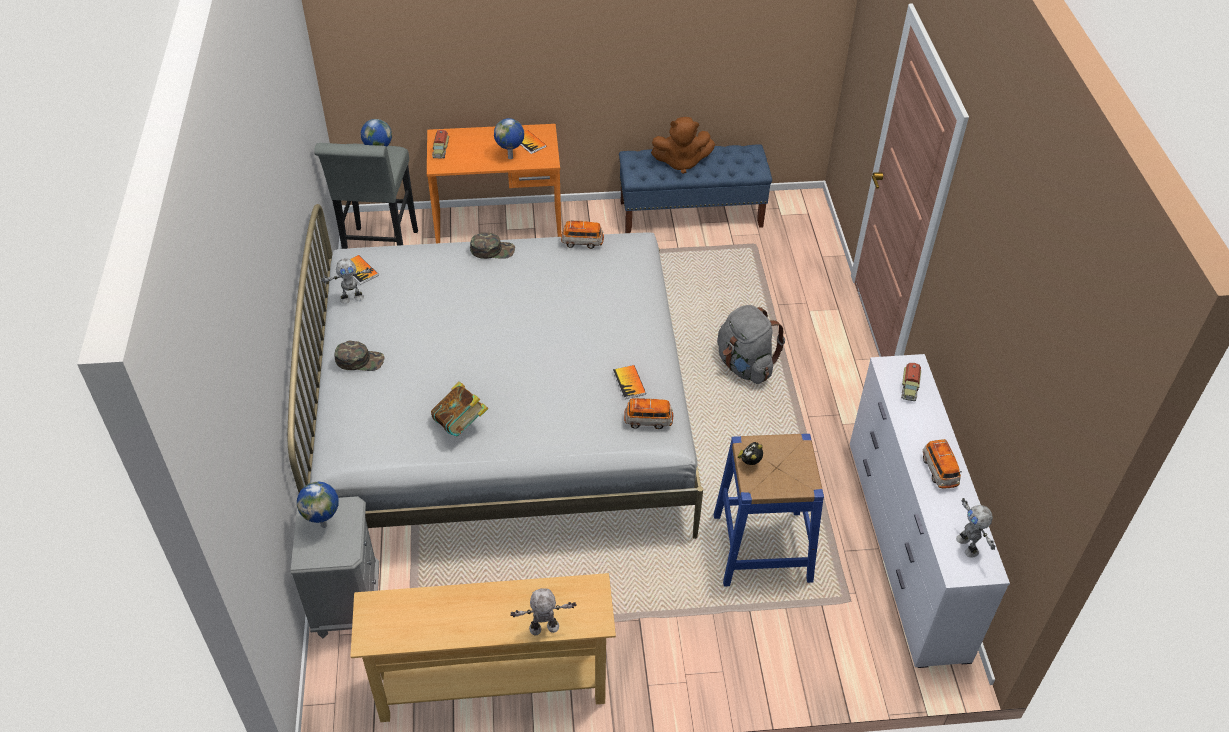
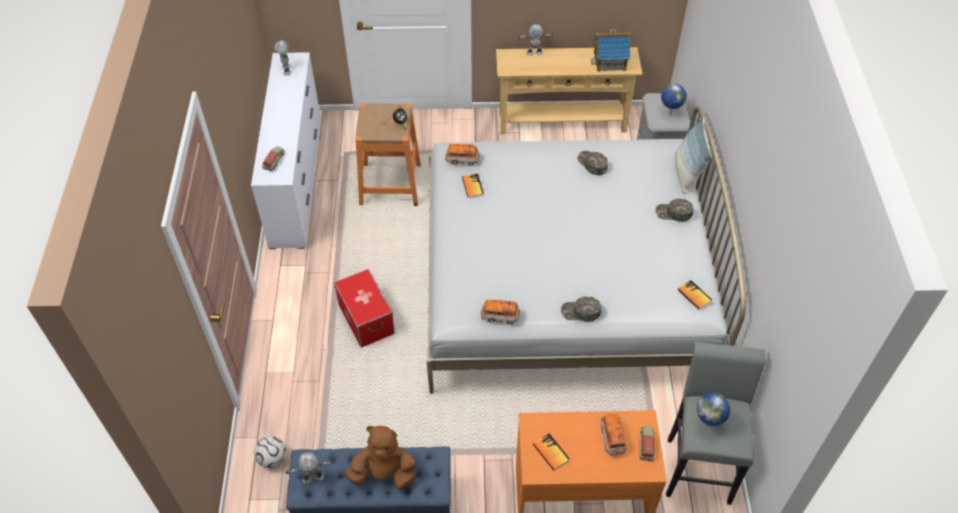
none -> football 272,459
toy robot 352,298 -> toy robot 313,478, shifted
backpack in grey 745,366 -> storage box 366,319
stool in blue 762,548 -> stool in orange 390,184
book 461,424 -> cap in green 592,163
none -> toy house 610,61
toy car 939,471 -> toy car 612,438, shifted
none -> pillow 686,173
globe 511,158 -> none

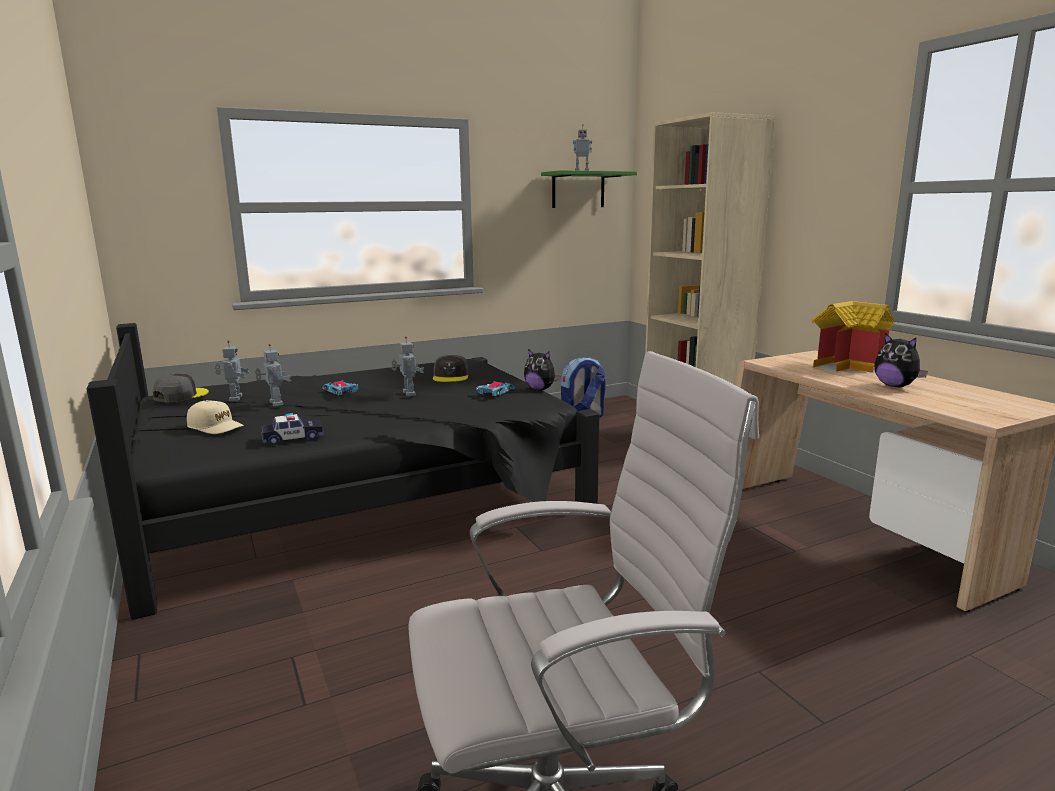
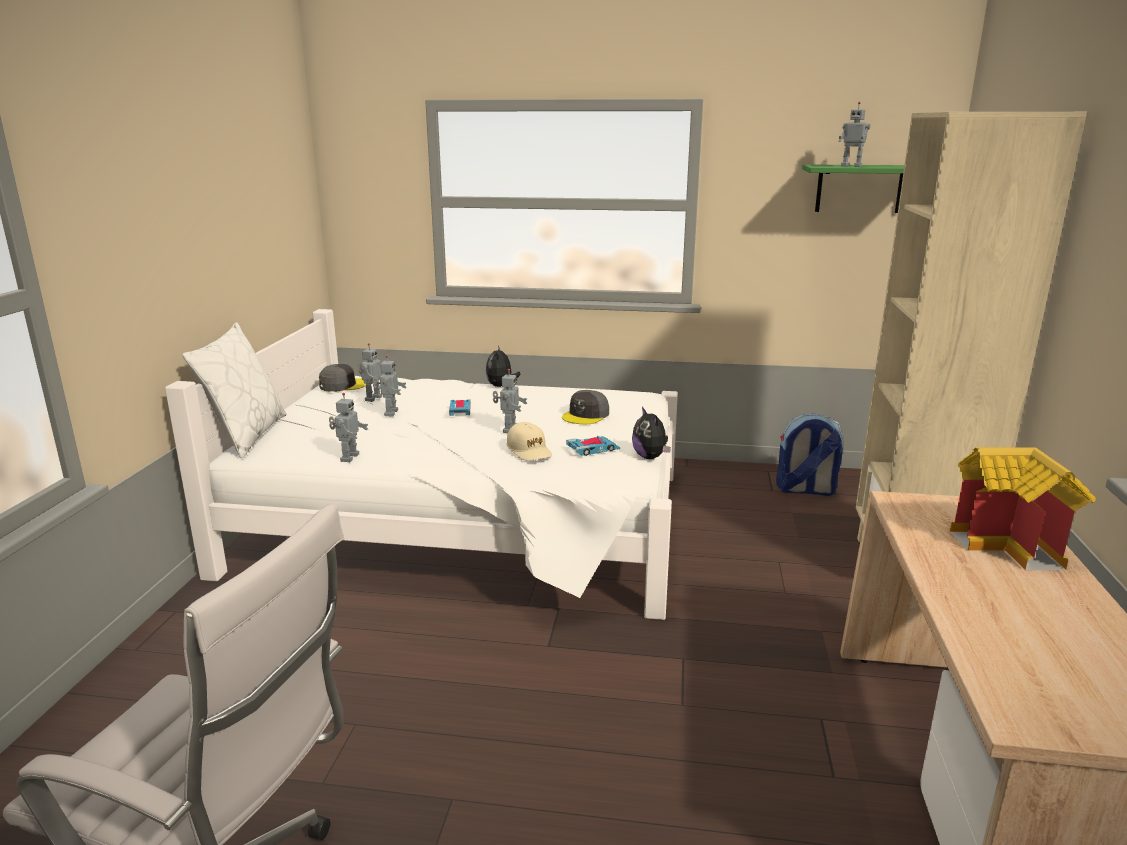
bed in black 363,497 -> bed in white 469,522
none -> pillow in white 246,435
toy car 293,438 -> toy robot 348,457
plush toy 895,386 -> plush toy 501,386, shifted
cap in beige 215,427 -> cap in beige 529,450, shifted

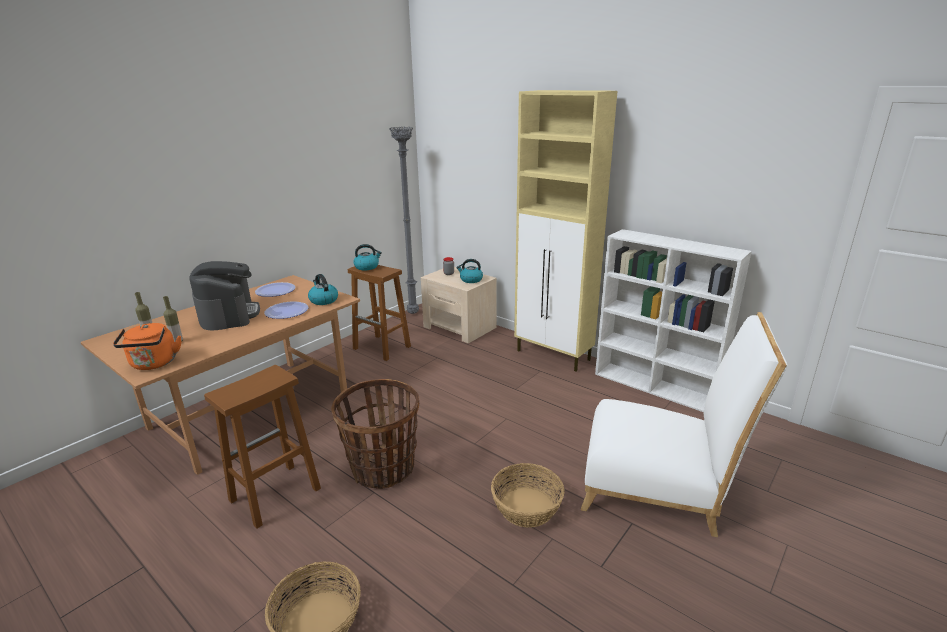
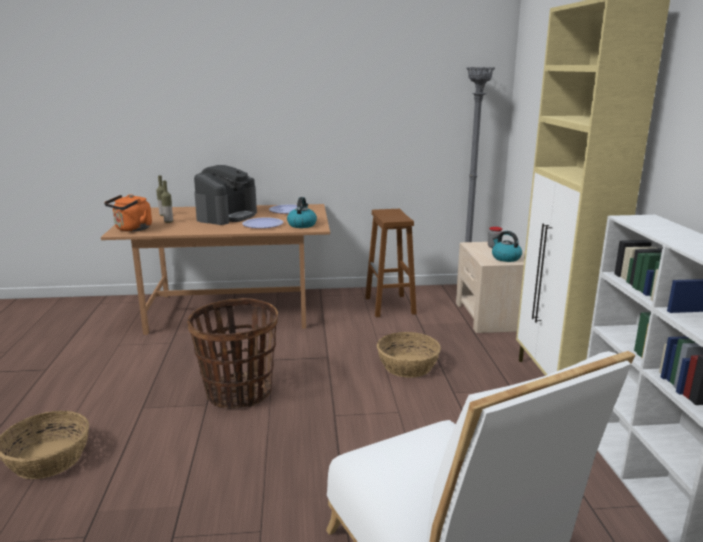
basket 527,507 -> basket 408,366, shifted
stool in brown 274,495 -> none
kettle 367,267 -> none

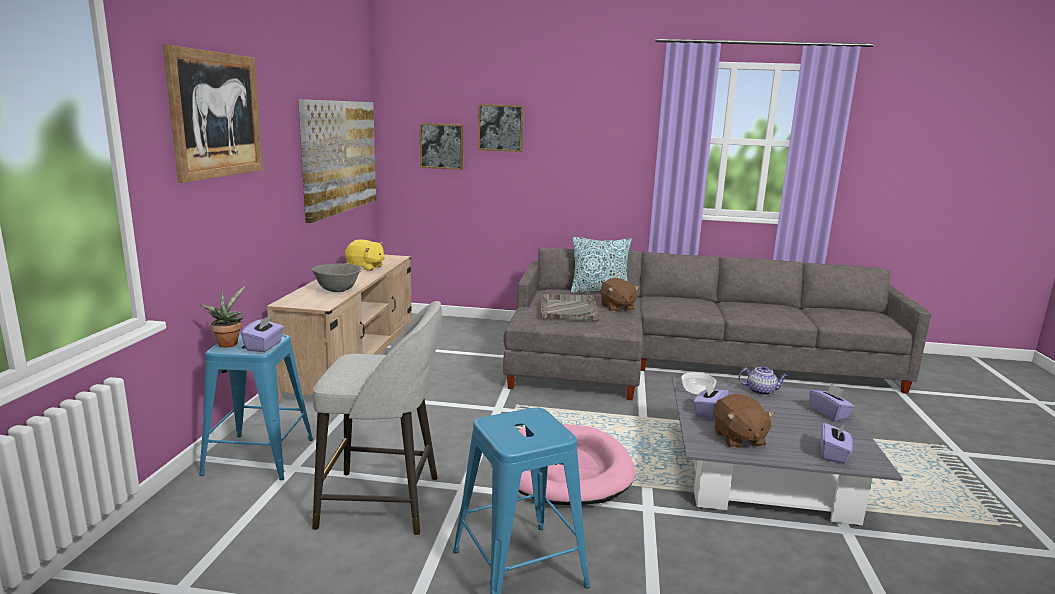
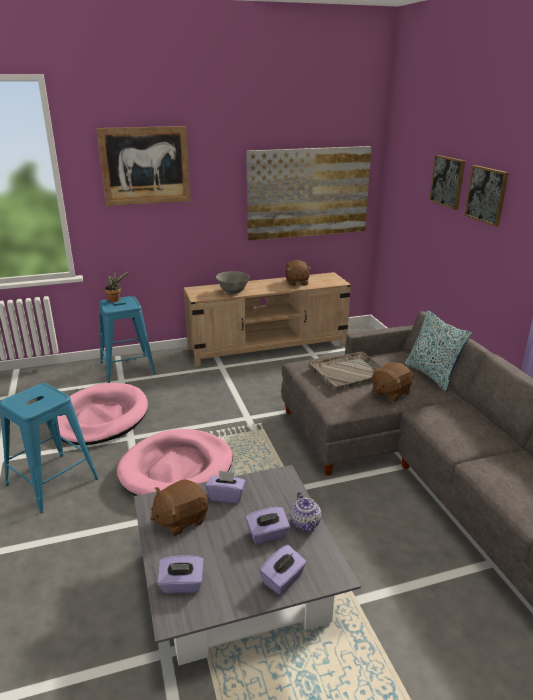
stool in grey 384,502 -> dog bed in pink 100,418
tissue box in purple 264,346 -> tissue box in purple 267,535, shifted
plush toy in yellow 365,267 -> plush toy in brown 296,282
picture 441,146 -> picture 486,195, shifted
bowl 697,391 -> none

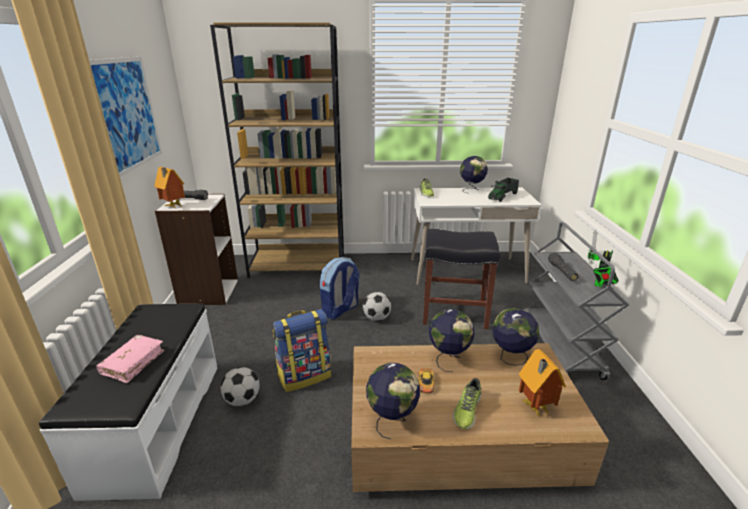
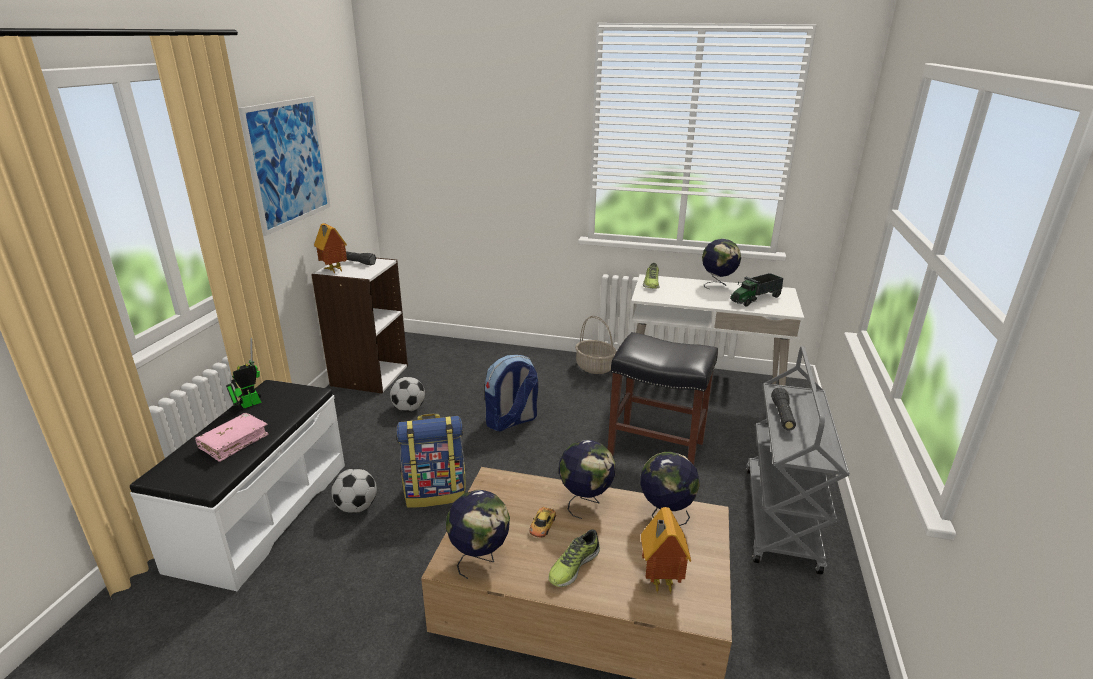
toy robot 598,284 -> toy robot 248,405, shifted
football 377,318 -> football 409,408, shifted
none -> basket 595,367
bookcase in brown 298,266 -> none

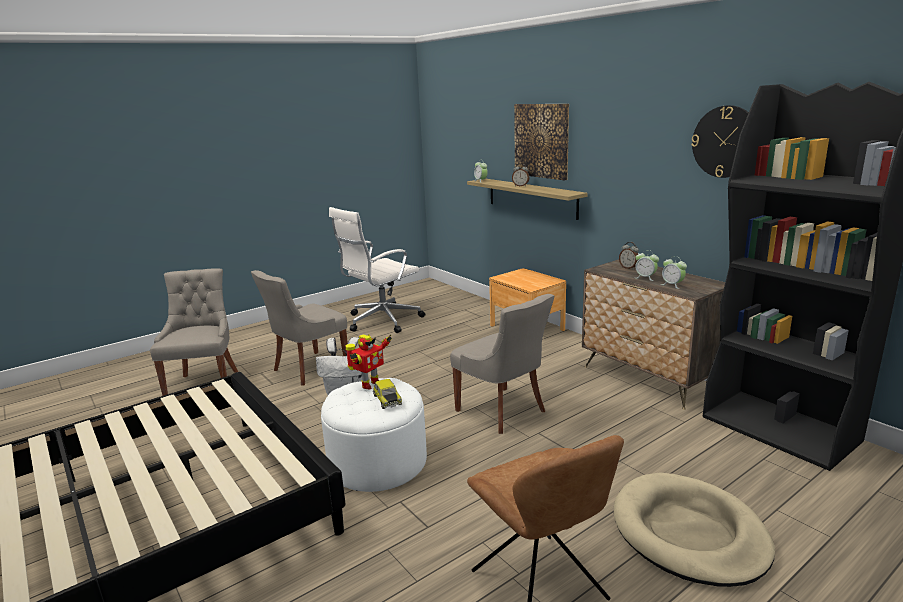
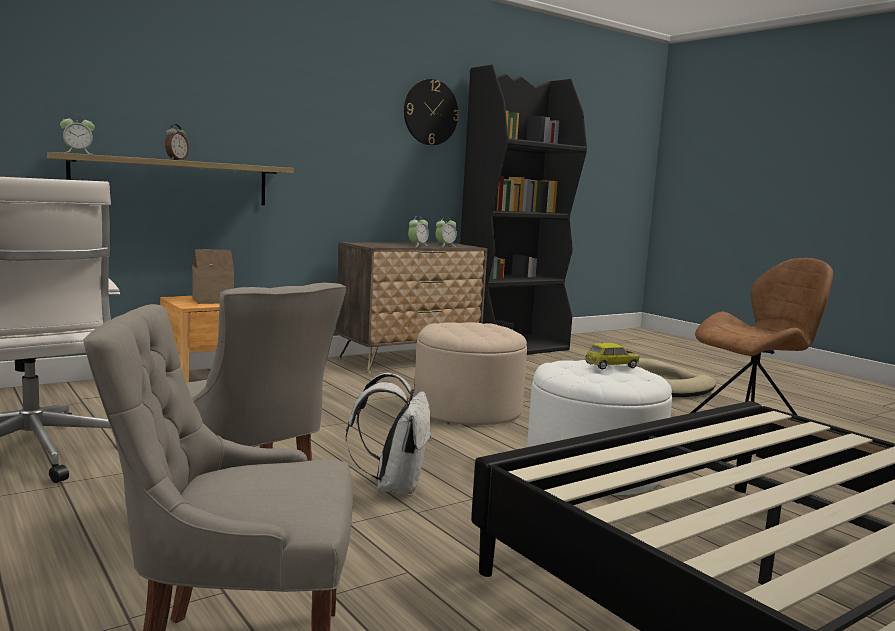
none -> toy house 211,300
chair in grey 503,411 -> ottoman in beige 467,410
toy robot 369,384 -> none
picture 541,141 -> none
alarm clock 628,268 -> none

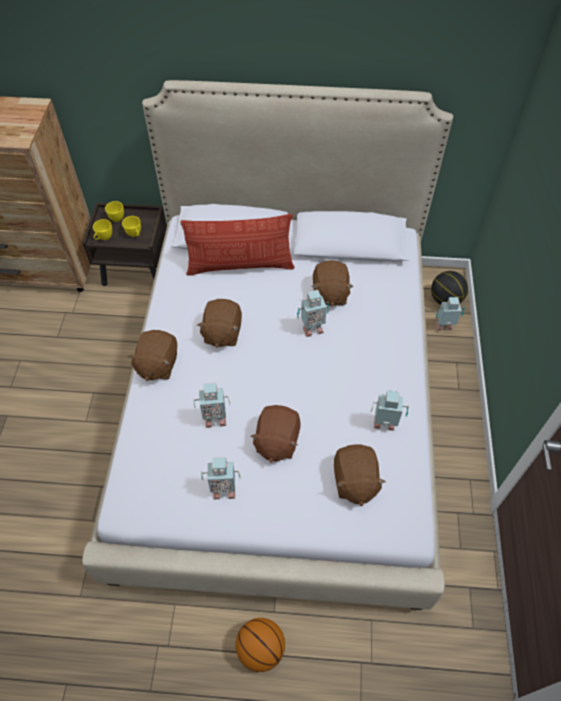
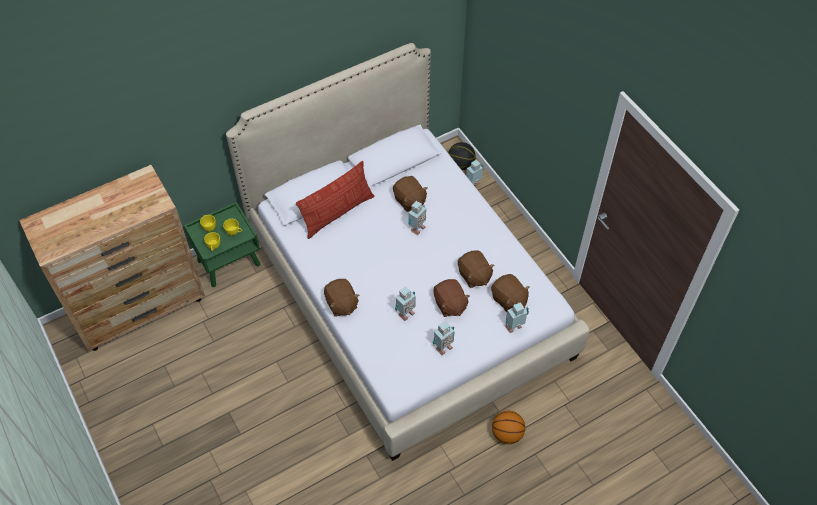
nightstand in brown 137,271 -> nightstand in green 229,262
plush toy in brown 222,333 -> plush toy in brown 474,276, shifted
toy robot 384,425 -> toy robot 514,328, shifted

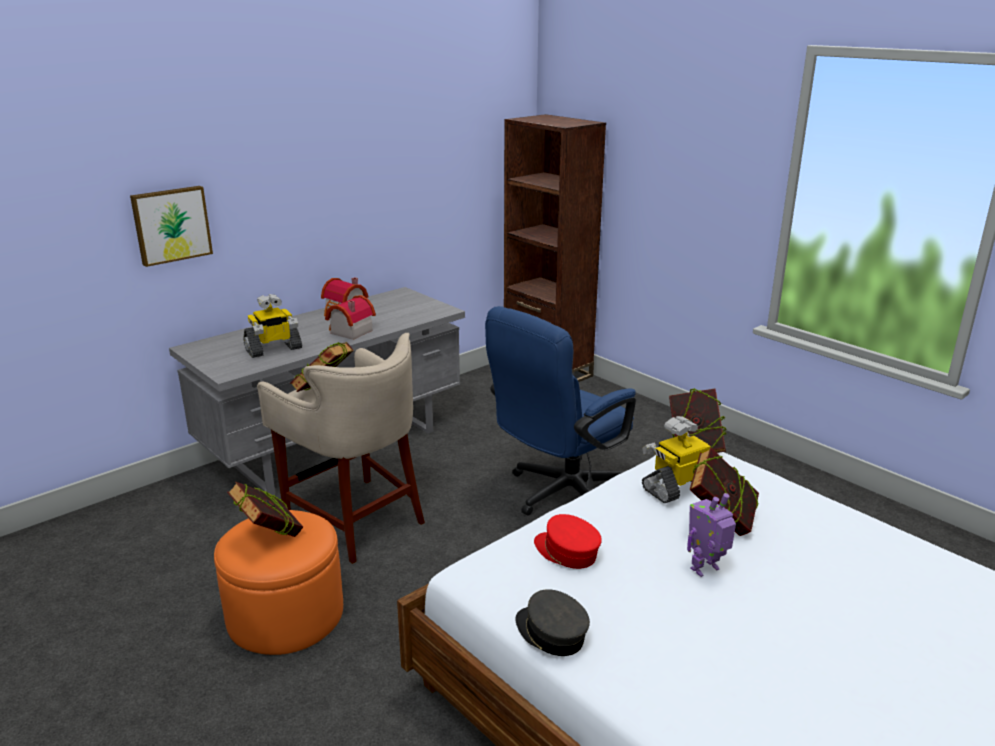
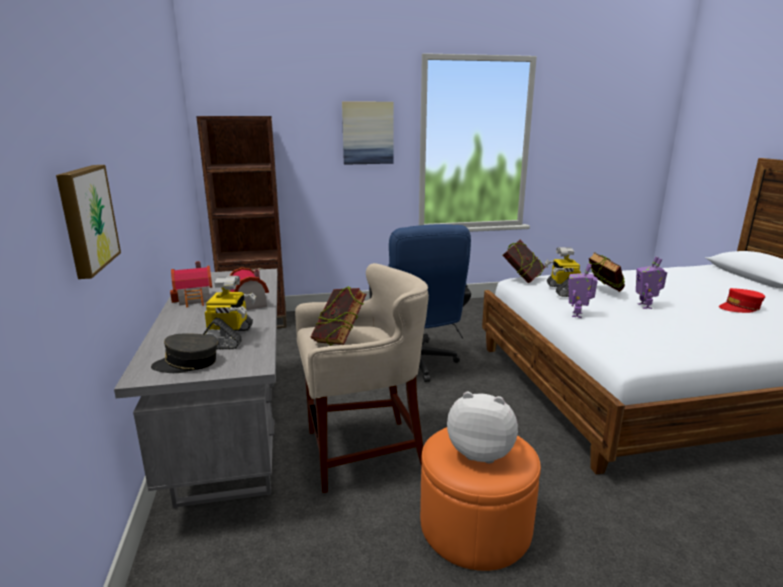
cap in grey 551,633 -> cap in grey 187,363, shifted
none -> picture 368,133
book 269,538 -> plush toy 481,452
none -> toy robot 578,315
cap in red 566,552 -> cap in red 740,307, shifted

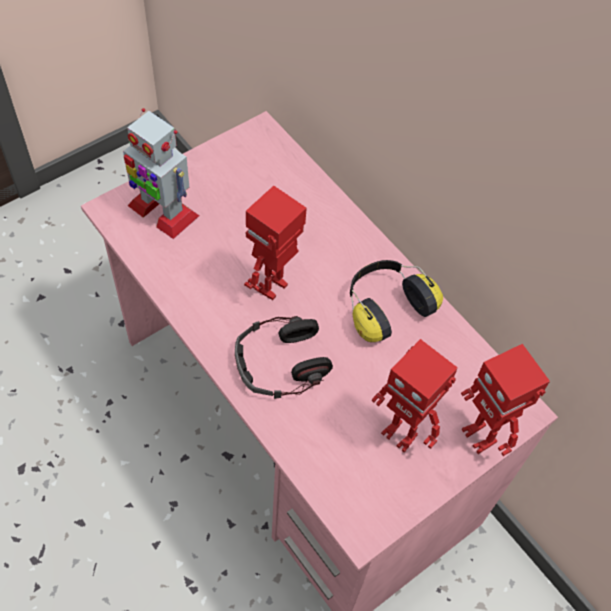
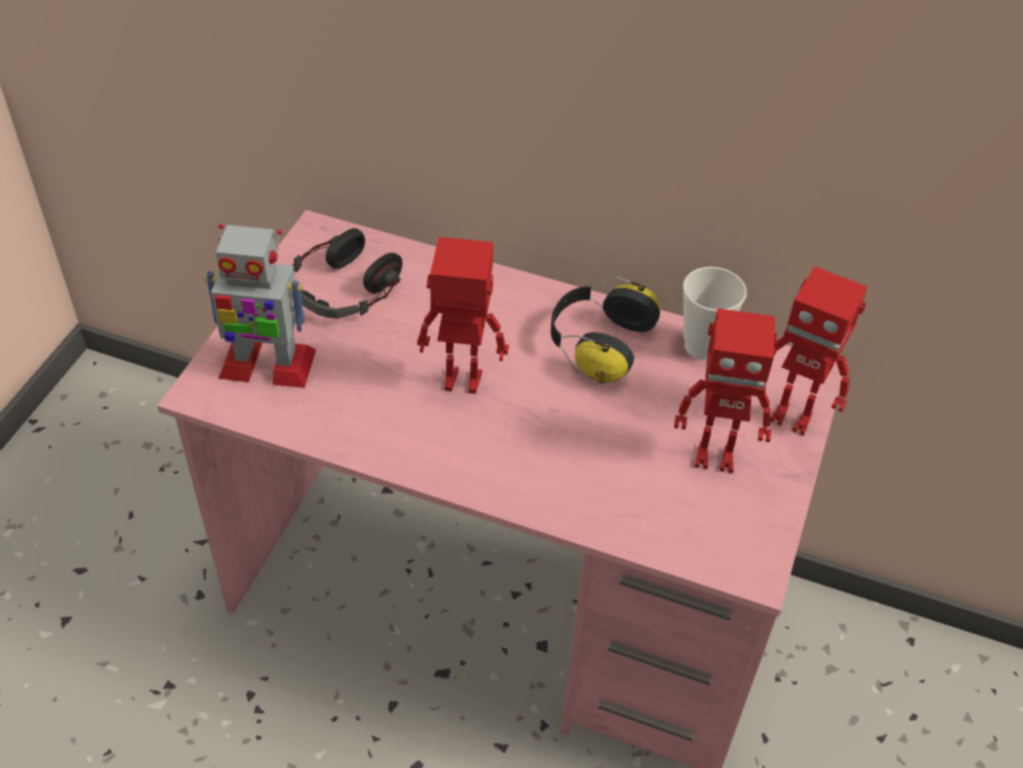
headphones 281,363 -> headphones 345,288, shifted
toy robot 273,287 -> toy robot 462,383, 90 degrees clockwise
none -> cup 702,347

